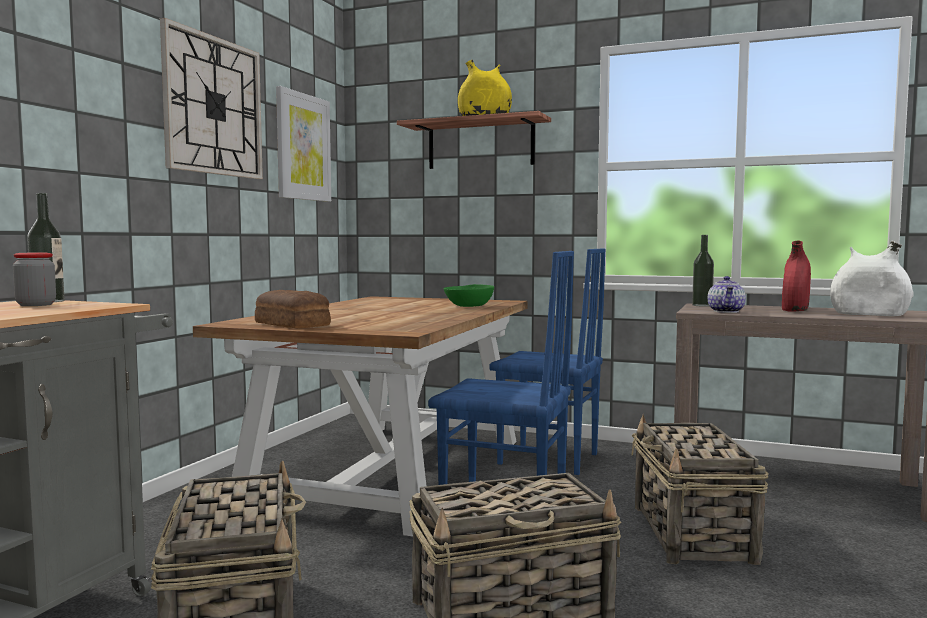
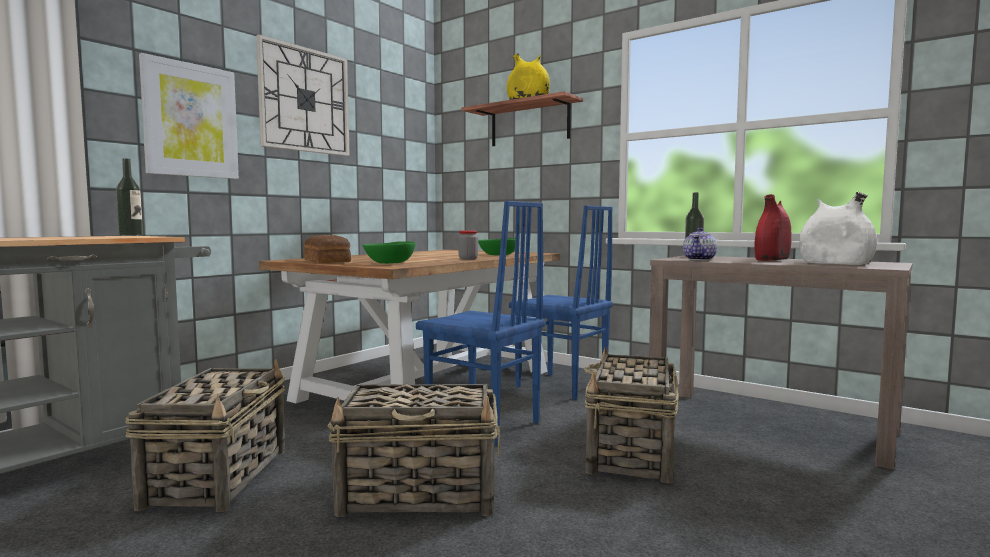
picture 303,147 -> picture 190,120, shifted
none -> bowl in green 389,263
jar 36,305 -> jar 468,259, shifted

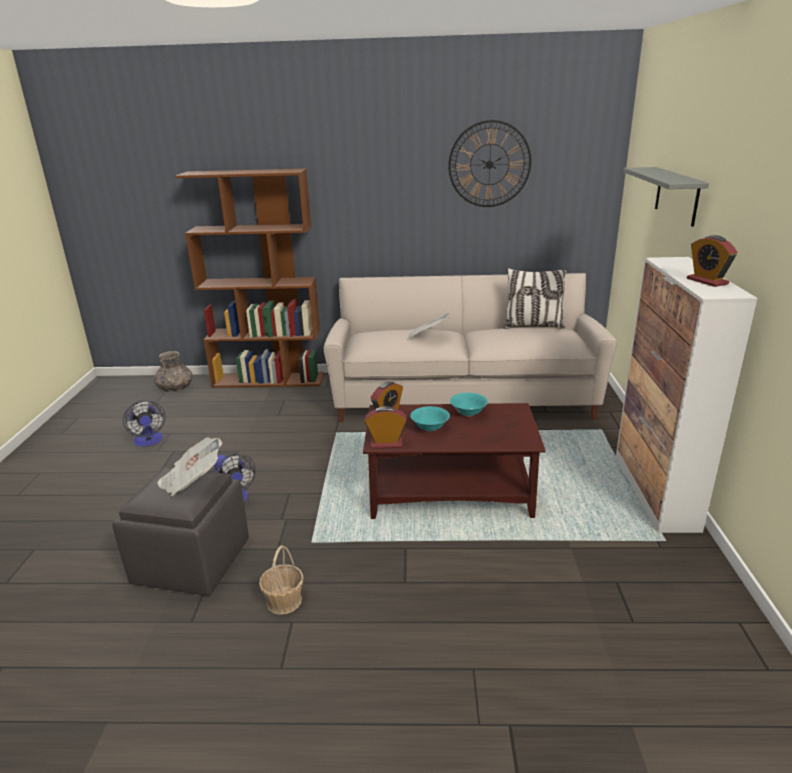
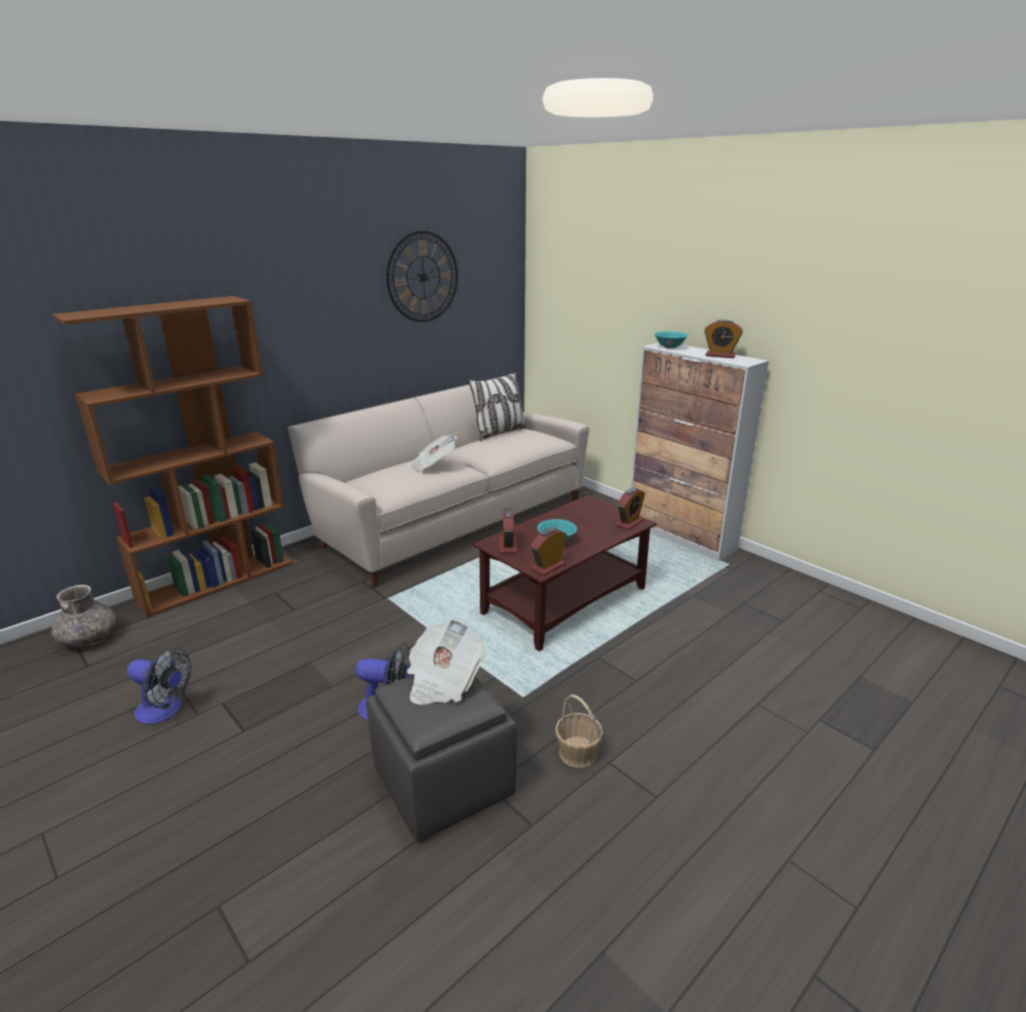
none -> alarm clock 629,523
bowl in turquoise 468,413 -> bowl in turquoise 670,347, shifted
shelf in grey 677,195 -> none

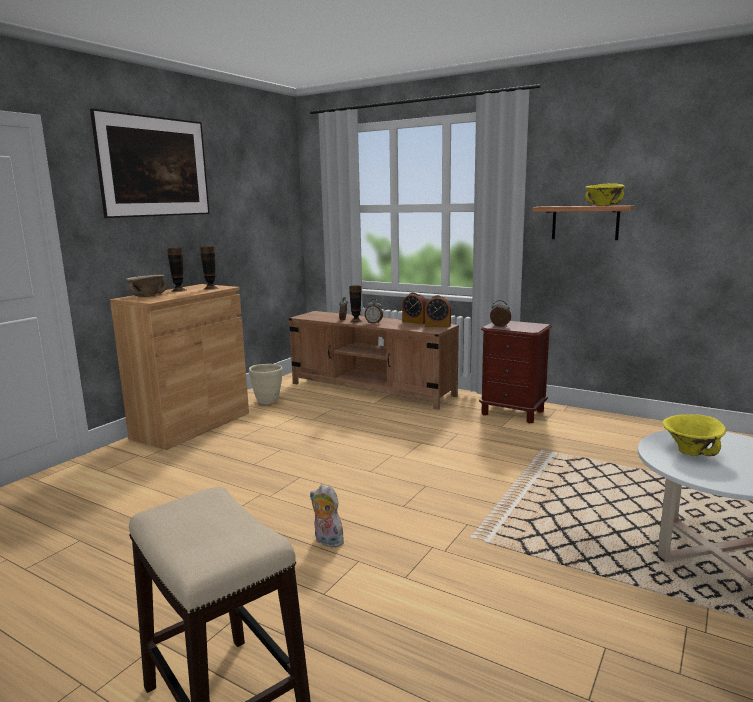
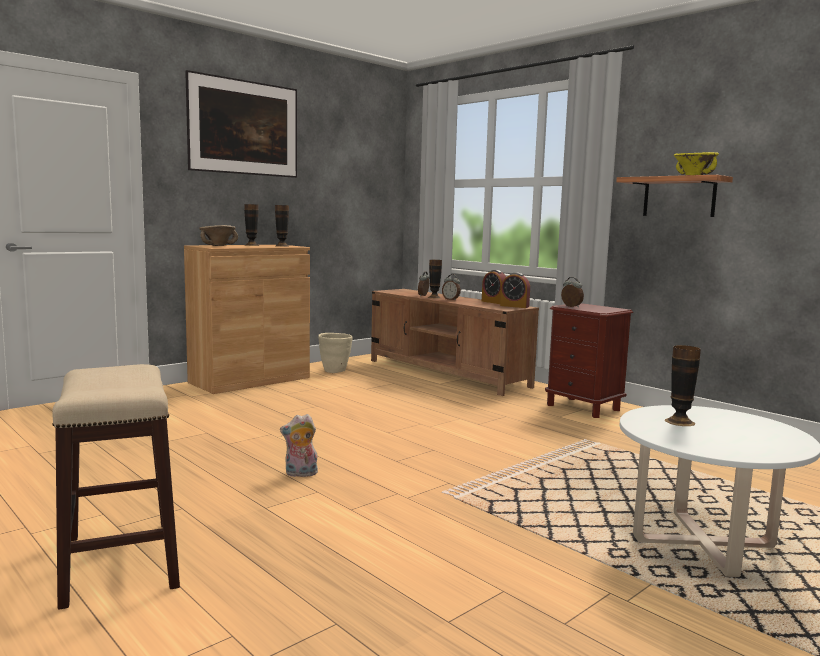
plush toy 326,541 -> plush toy 300,474, 60 degrees counterclockwise
bowl in yellow 689,452 -> vase 679,421

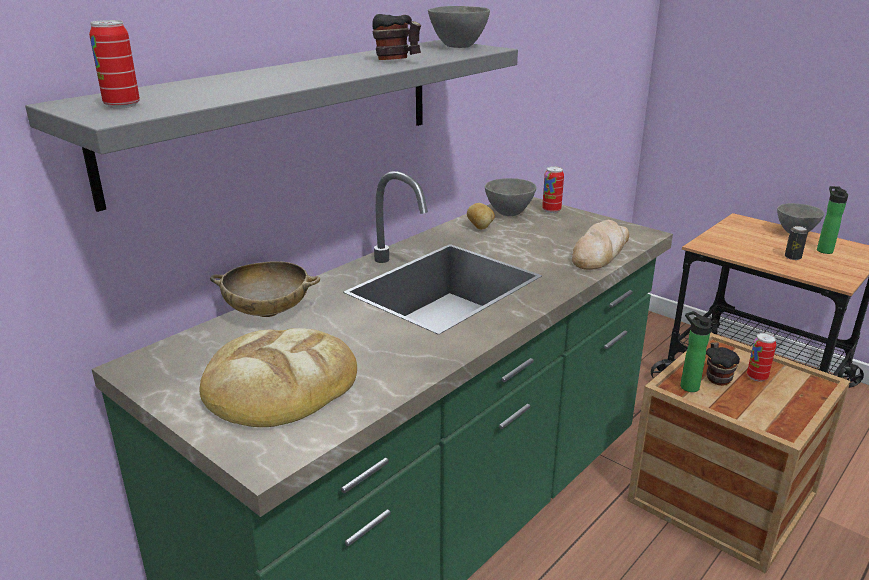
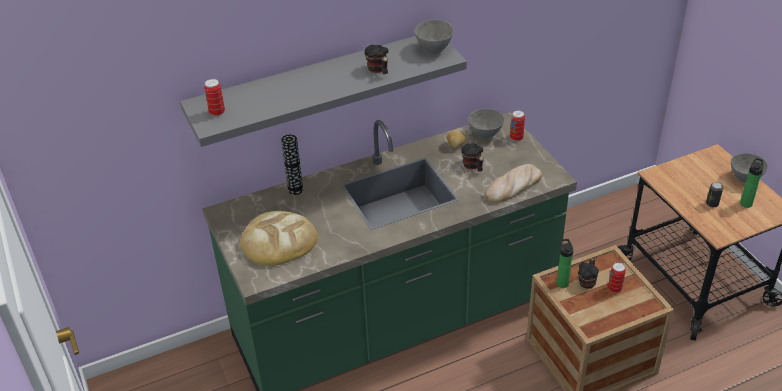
bowl in beige 268,311 -> vase 295,190
none -> mug 473,167

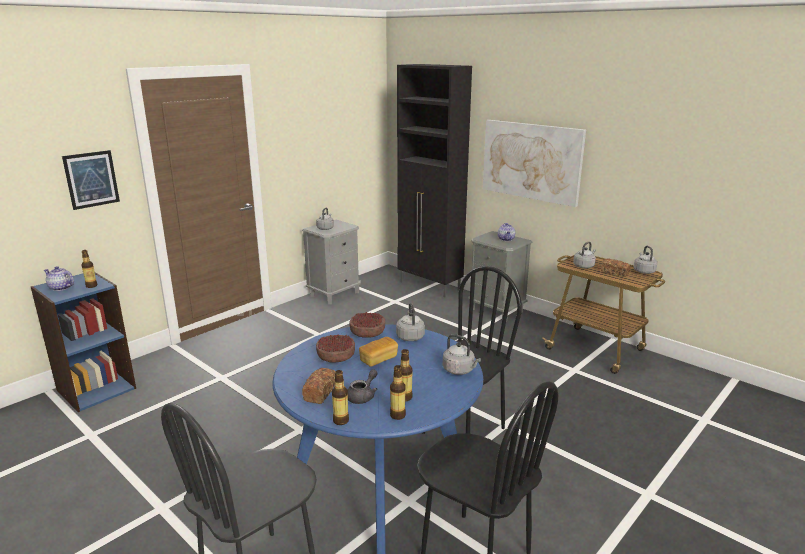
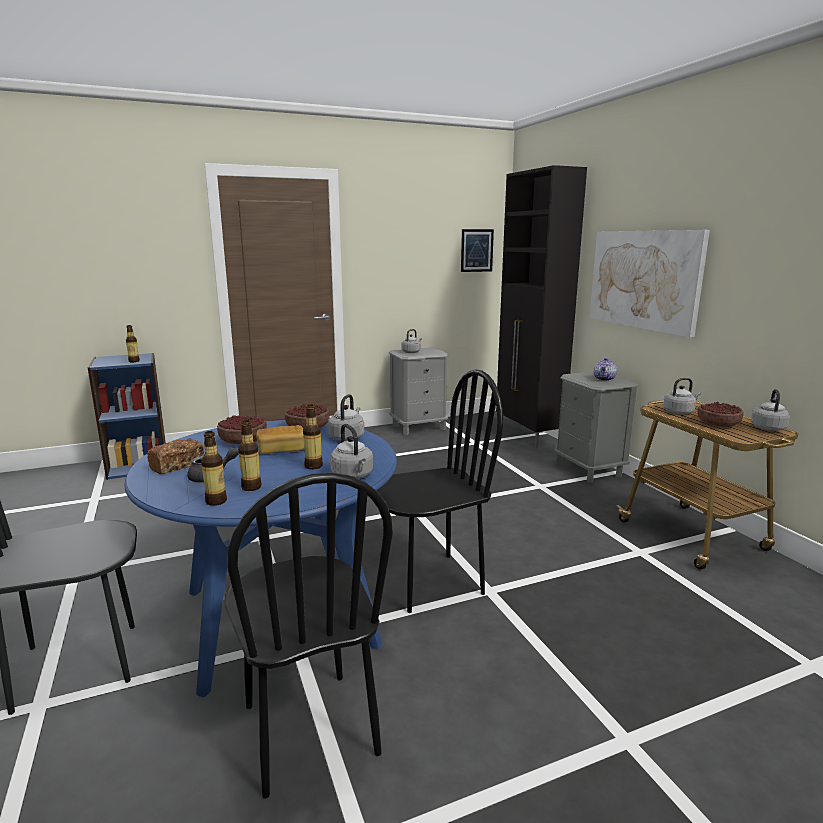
bottle 340,421 -> bottle 313,466, shifted
picture 91,179 -> picture 477,250, shifted
bread 614,273 -> bowl 718,424
teapot 60,288 -> none

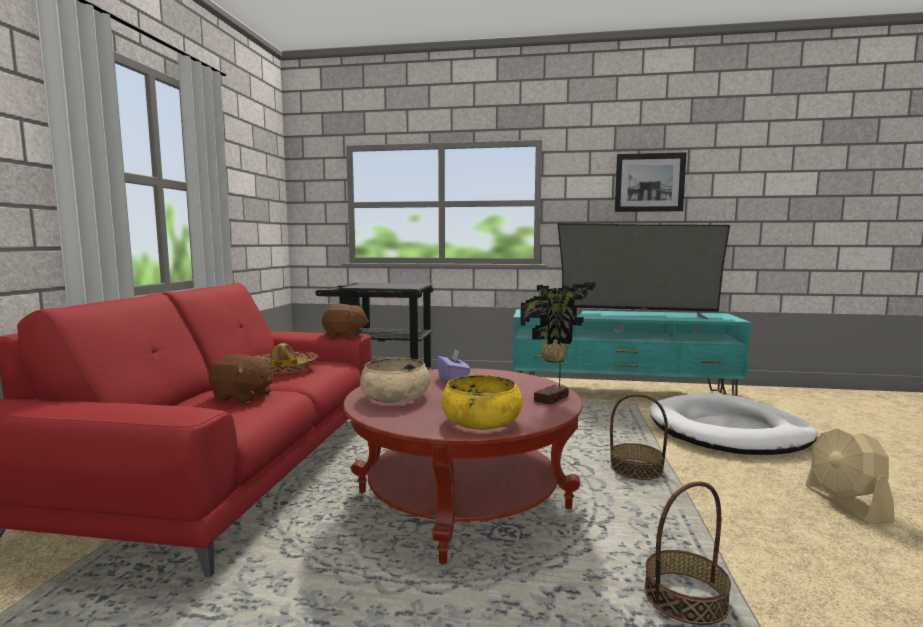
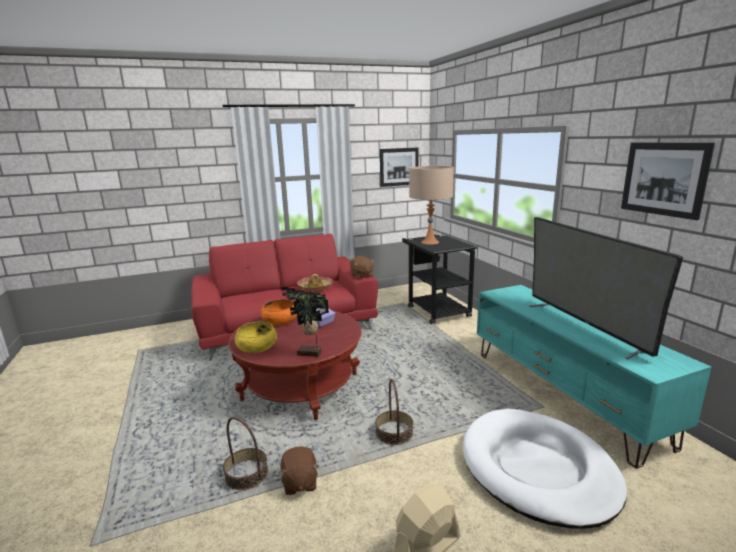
bowl in beige 395,397 -> bowl in orange 280,321
plush toy in brown 243,397 -> plush toy in brown 299,482, shifted
none -> picture 399,167
none -> table lamp in beige 430,242

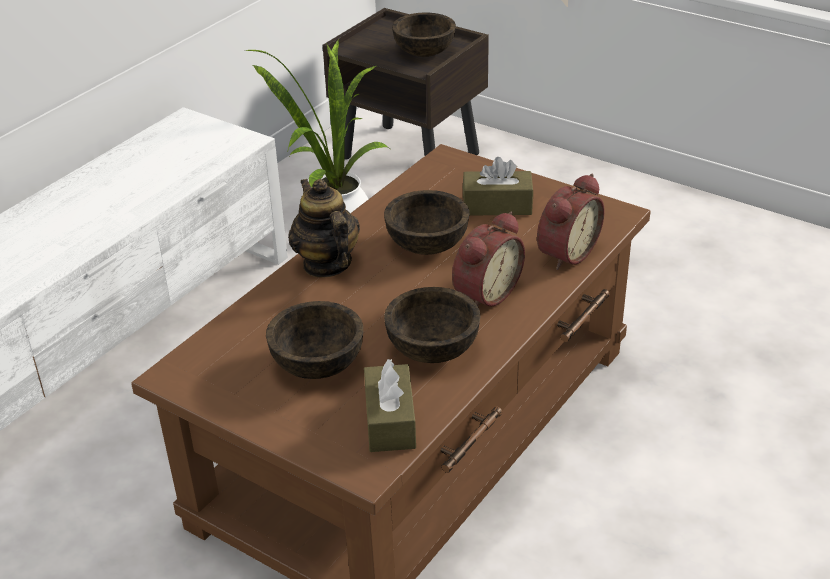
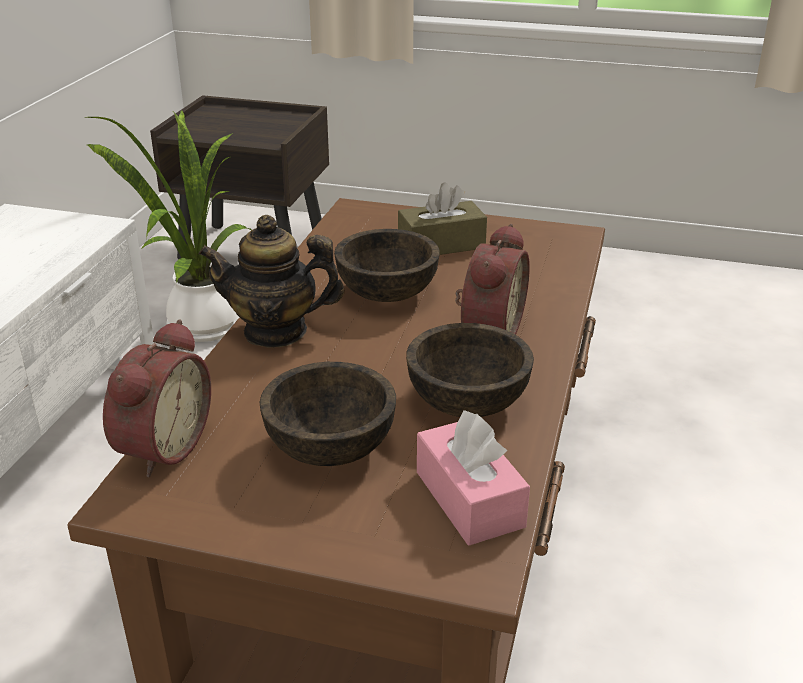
alarm clock 564,253 -> alarm clock 160,447, shifted
teapot 326,264 -> teapot 276,331, 45 degrees counterclockwise
tissue box in brown 390,421 -> tissue box in pink 469,499
bowl in brown 424,52 -> none

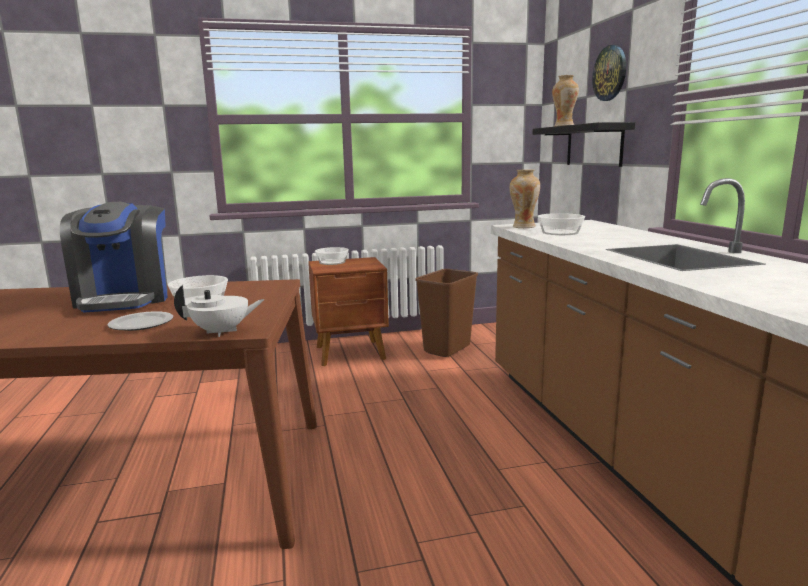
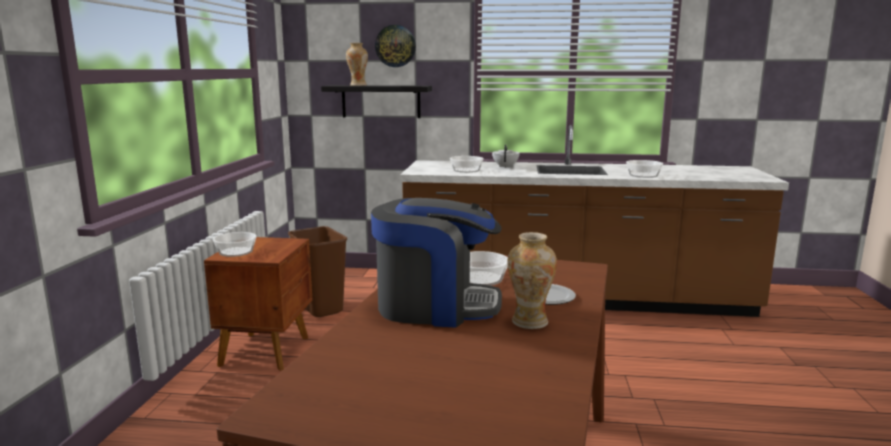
teapot in white 222,332 -> teapot in white 505,166, shifted
vase 523,227 -> vase 530,322, shifted
none -> bowl 643,175

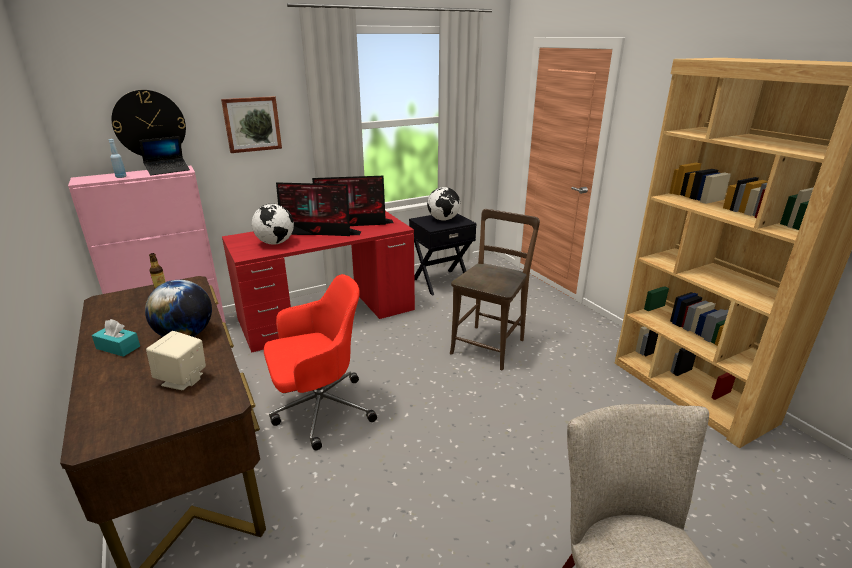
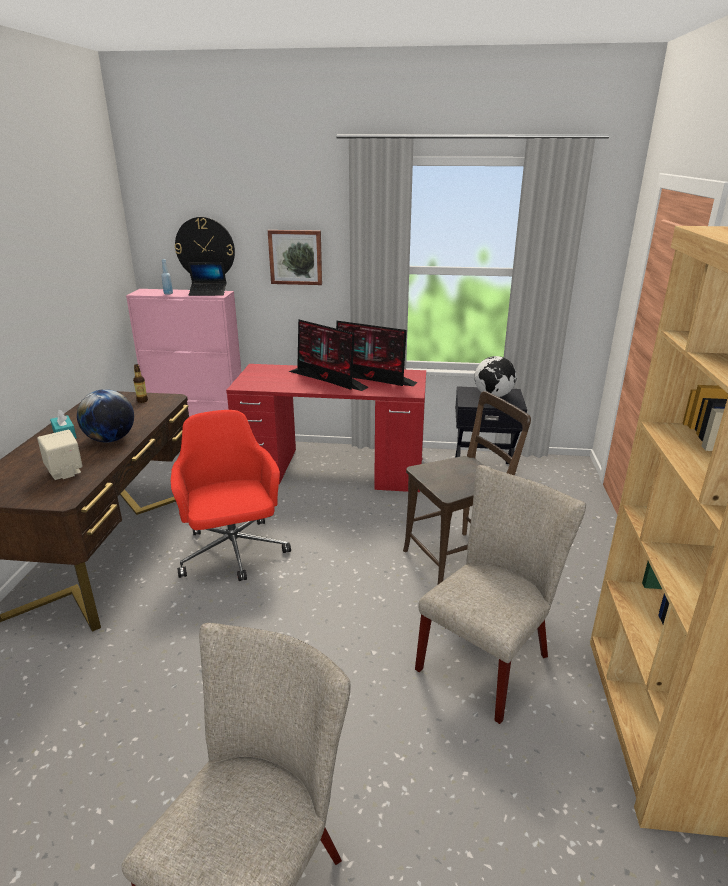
office chair in red 320,409 -> office chair in red 233,553, 120 degrees counterclockwise
none -> chair in beige 489,658
globe 275,243 -> none

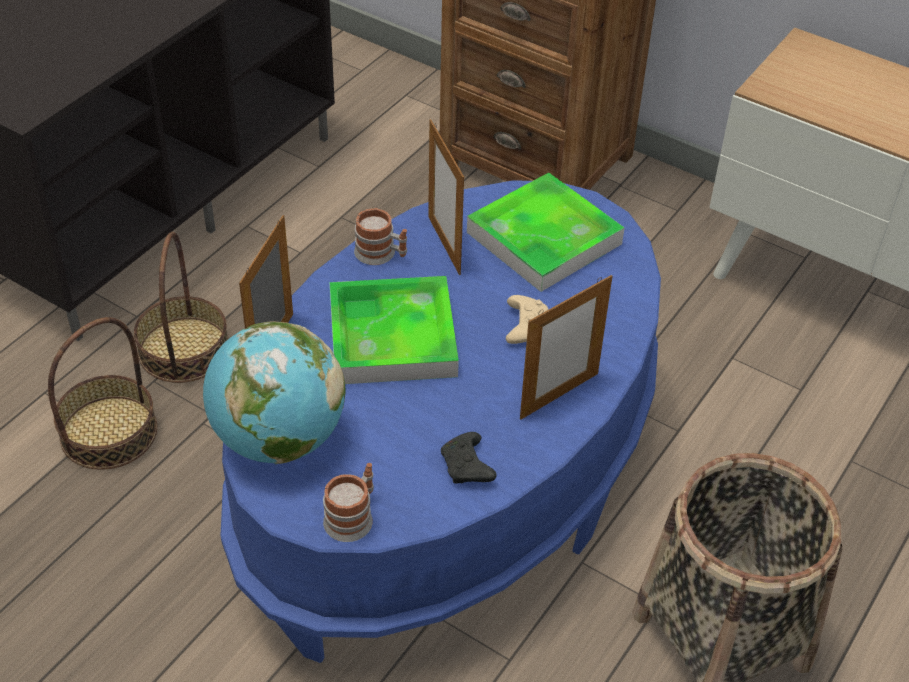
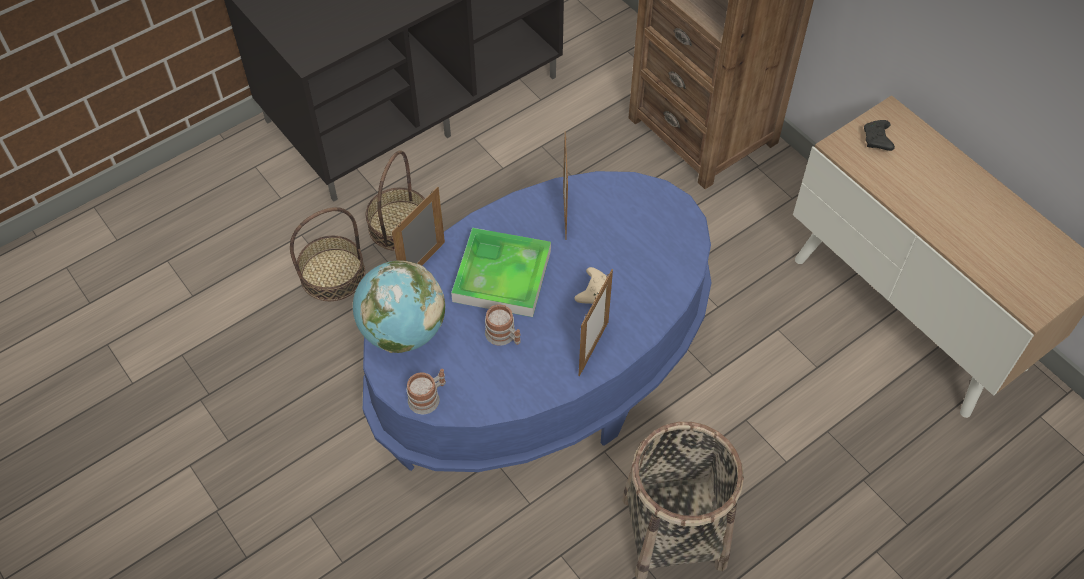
mug 381,254 -> mug 504,336, shifted
picture frame 559,395 -> picture frame 593,348, 45 degrees counterclockwise
game controller in black 467,467 -> game controller in black 877,140, shifted
tray 544,238 -> none

